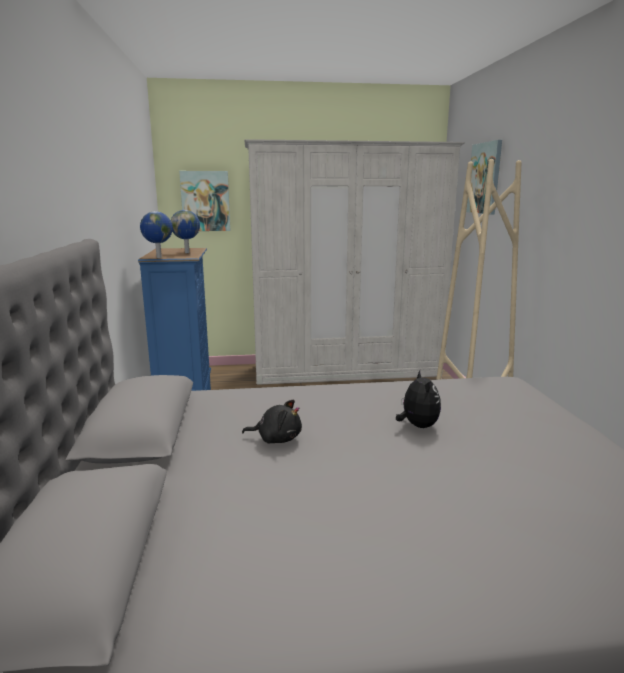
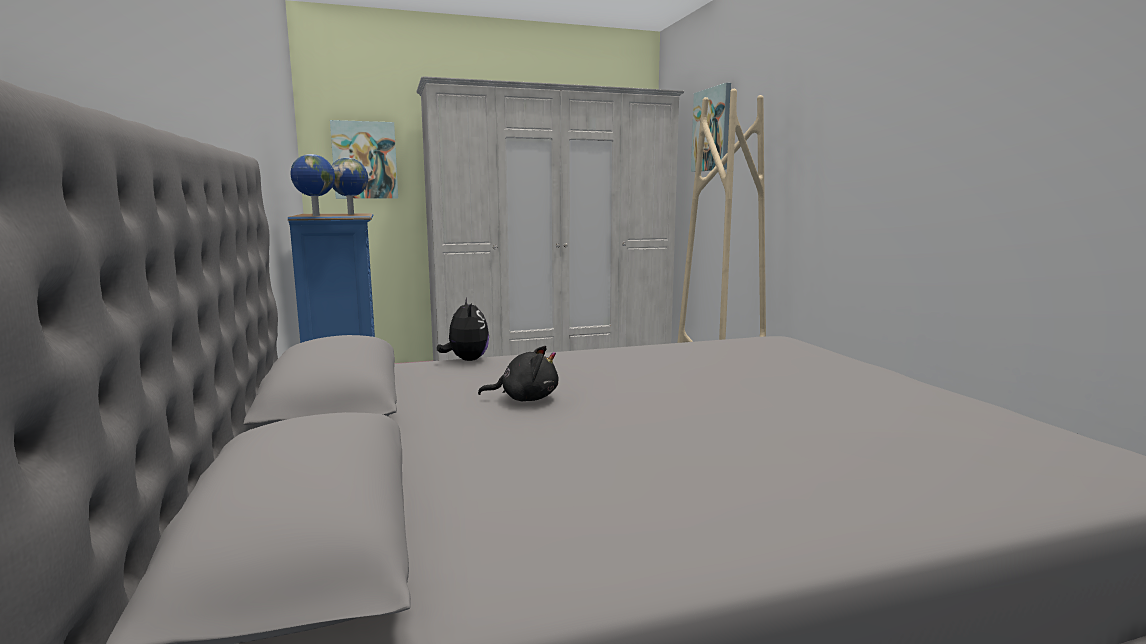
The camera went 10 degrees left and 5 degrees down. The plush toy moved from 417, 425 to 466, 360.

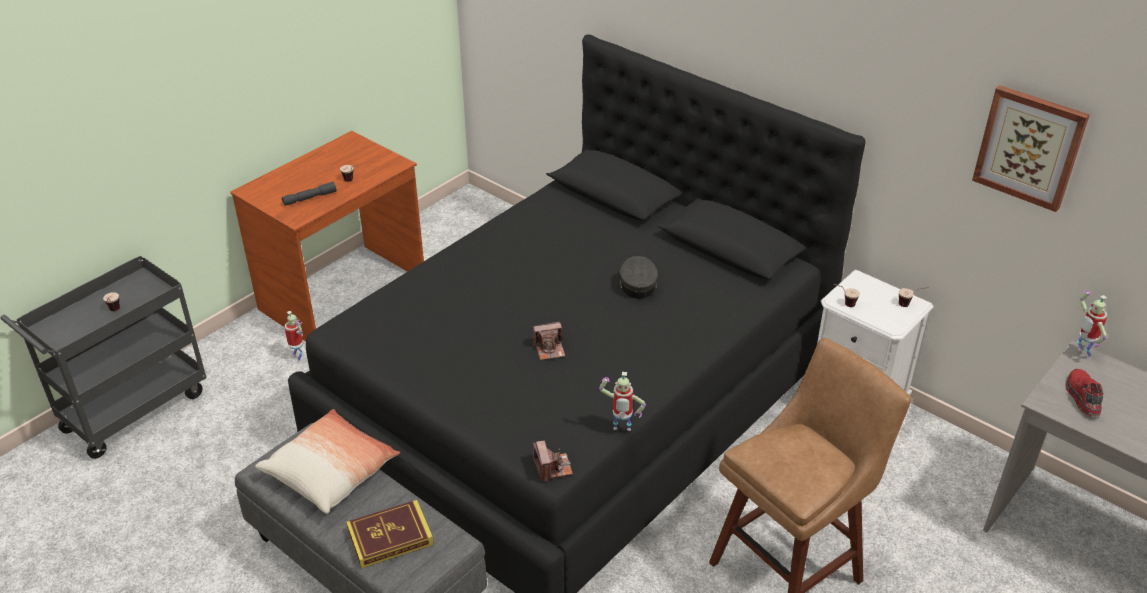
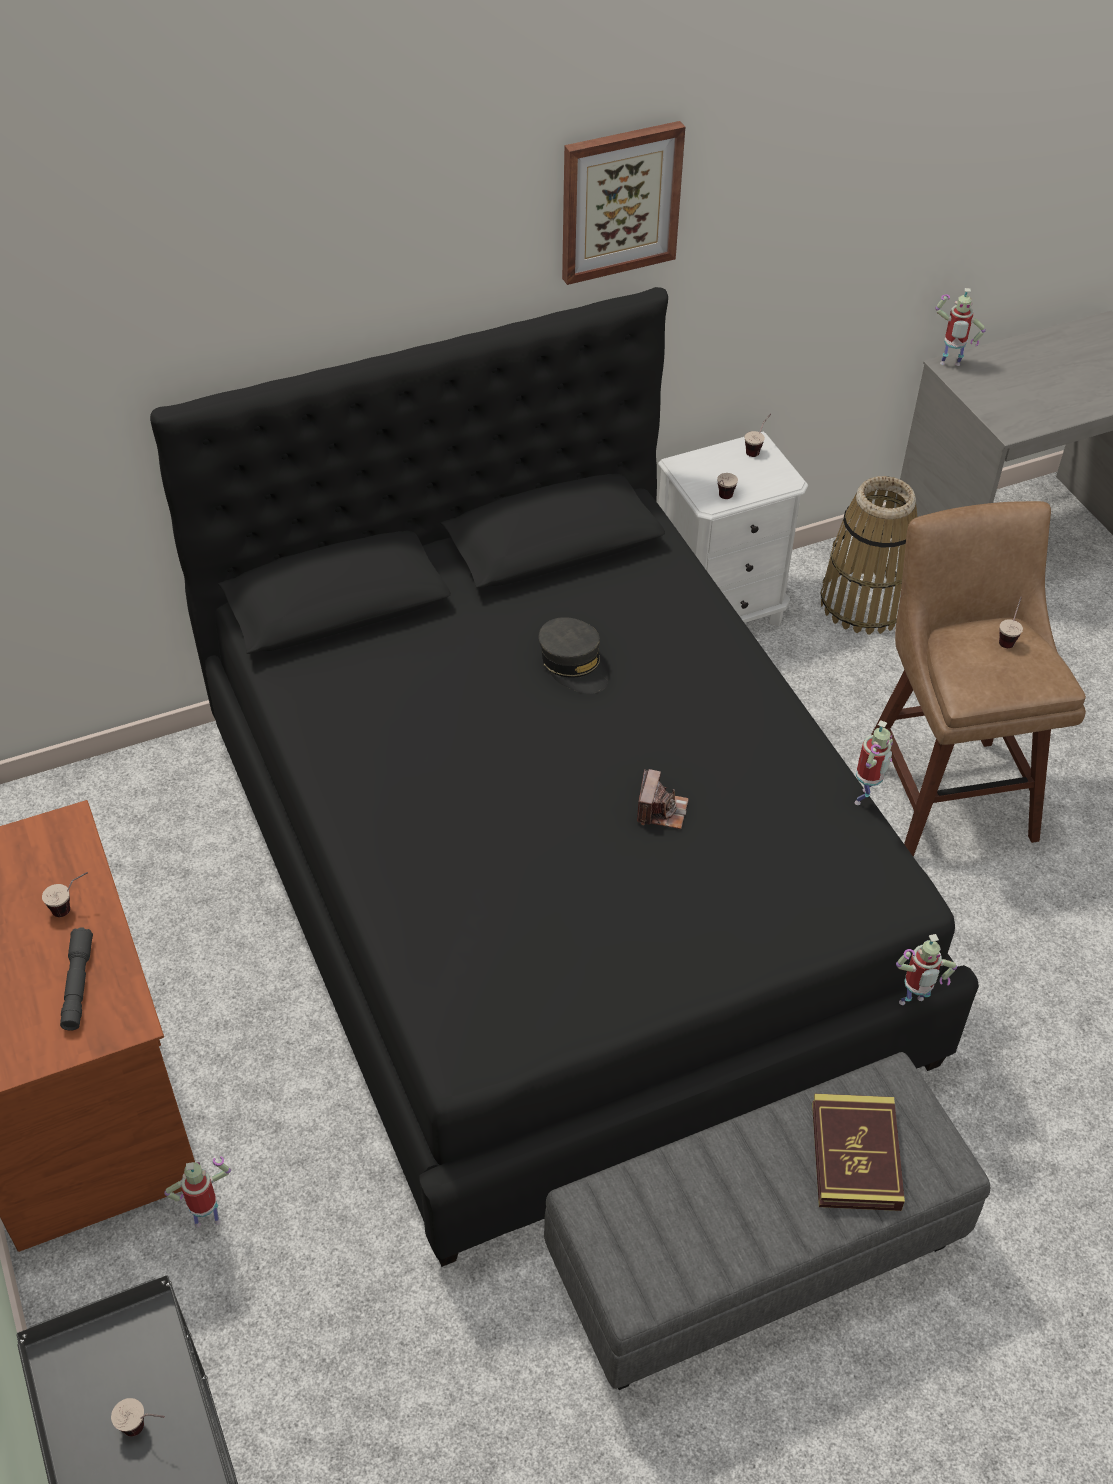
The camera went 65 degrees left and 10 degrees up. The pillow at 331, 472 disappeared. The photo camera at 552, 467 disappeared. The red shoe at 1081, 397 disappeared. The basket at 863, 603 appeared. The toy robot at 912, 1004 appeared. The cup at 1008, 637 appeared. The picture moved from 1030, 147 to 619, 201. The grey cap at 637, 284 turned 150 degrees counterclockwise.

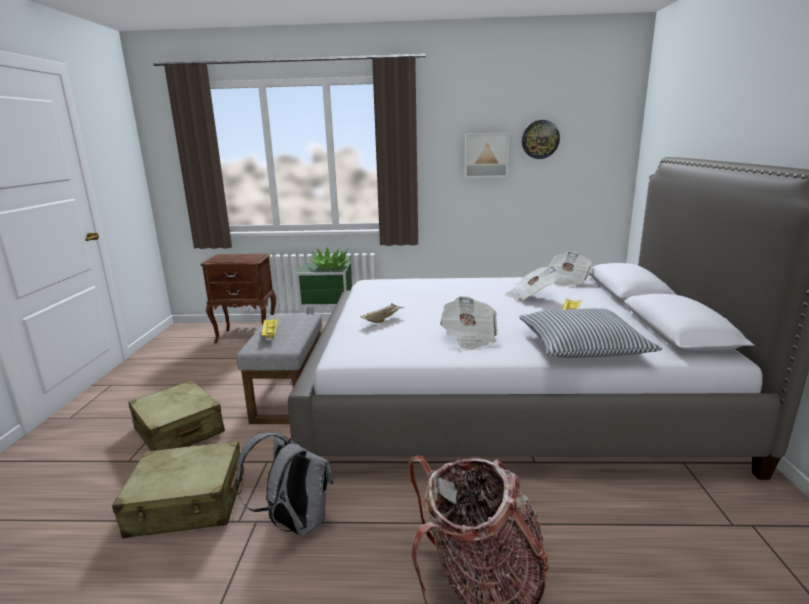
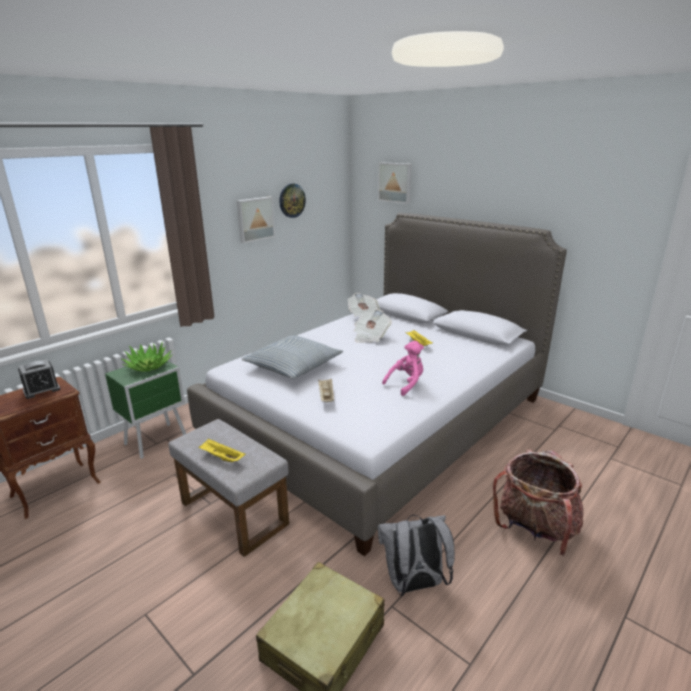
The camera went 50 degrees left and 5 degrees up. The beige suitcase at 179, 431 disappeared. The alarm clock at 41, 390 appeared. The picture at 395, 182 appeared. The pillow moved from 581, 346 to 293, 365. The newspaper at 469, 338 was replaced by the pink plush toy at 406, 384.

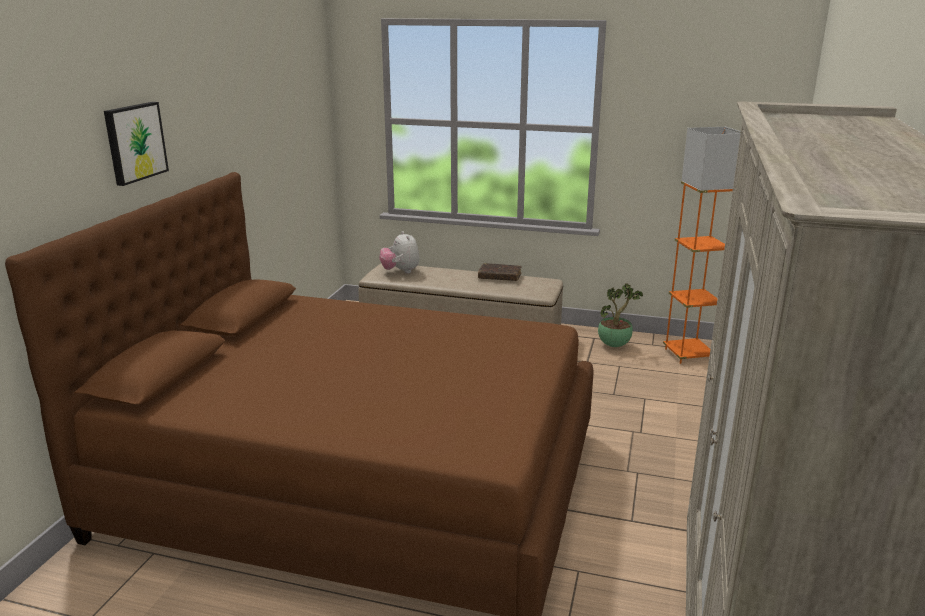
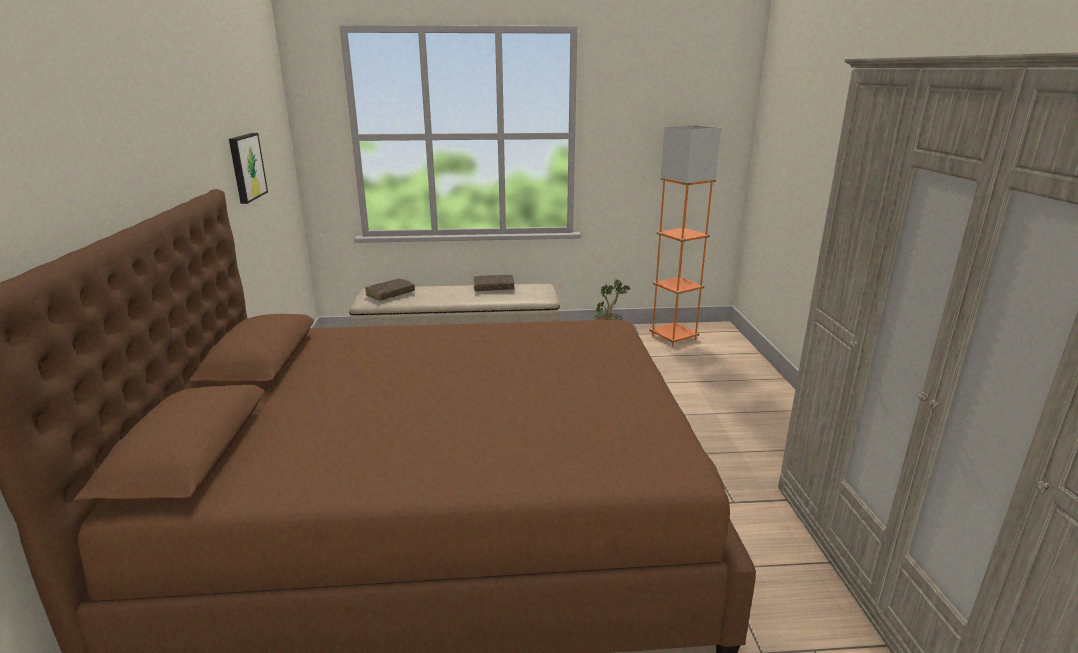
The camera went 20 degrees left and 0 degrees up. The picture moved from 134, 142 to 246, 167. The plush toy at 401, 271 was replaced by the brown book at 390, 294.

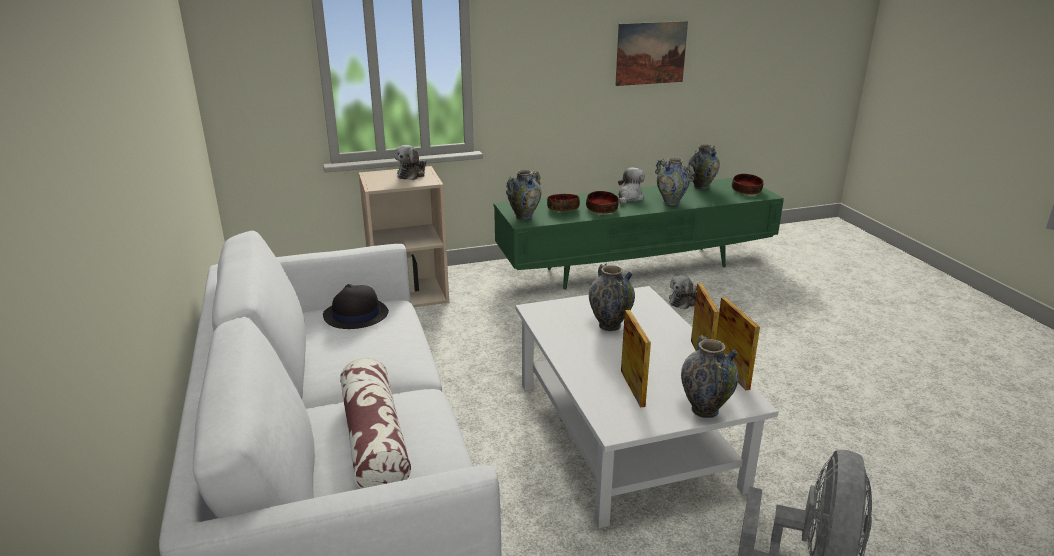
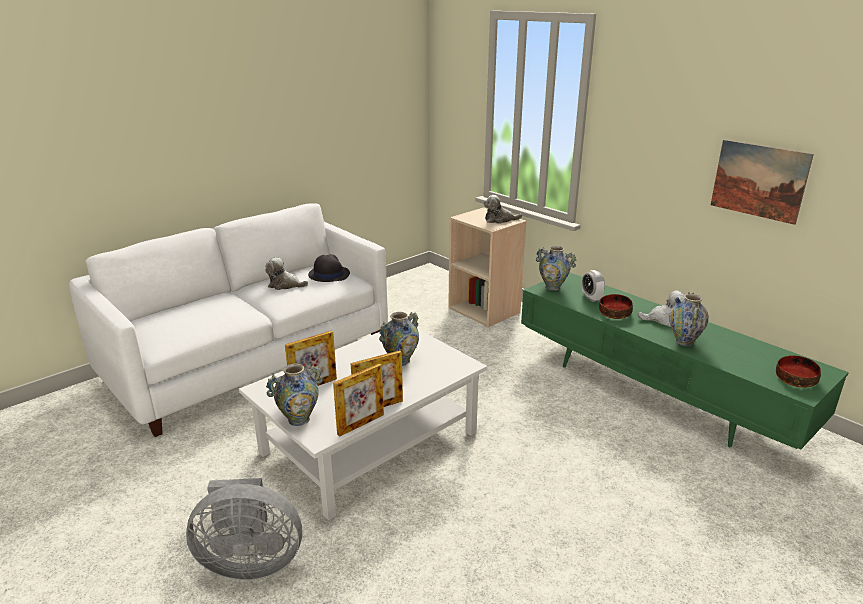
The camera went 65 degrees right and 0 degrees up. The pillow at 374, 439 disappeared. The vase at 701, 187 disappeared. The plush toy moved from 683, 301 to 285, 285. The bowl at 563, 209 was replaced by the alarm clock at 591, 298.

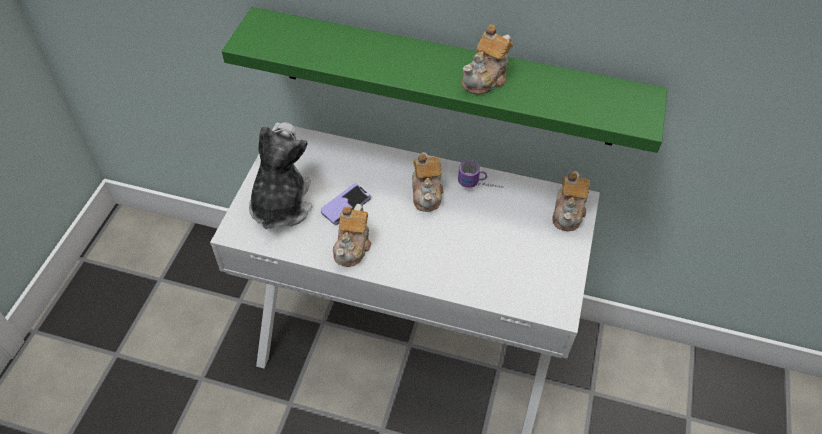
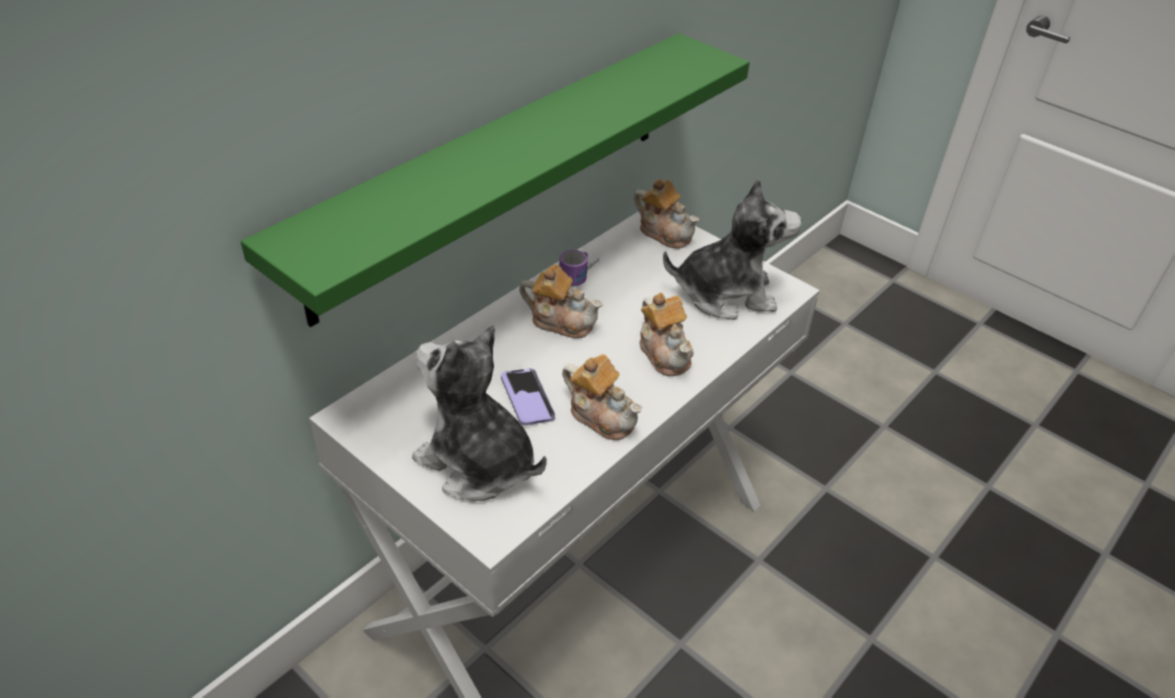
The camera went 65 degrees left and 10 degrees down. The plush toy at 725, 293 appeared. The teapot moved from 486, 78 to 665, 352.

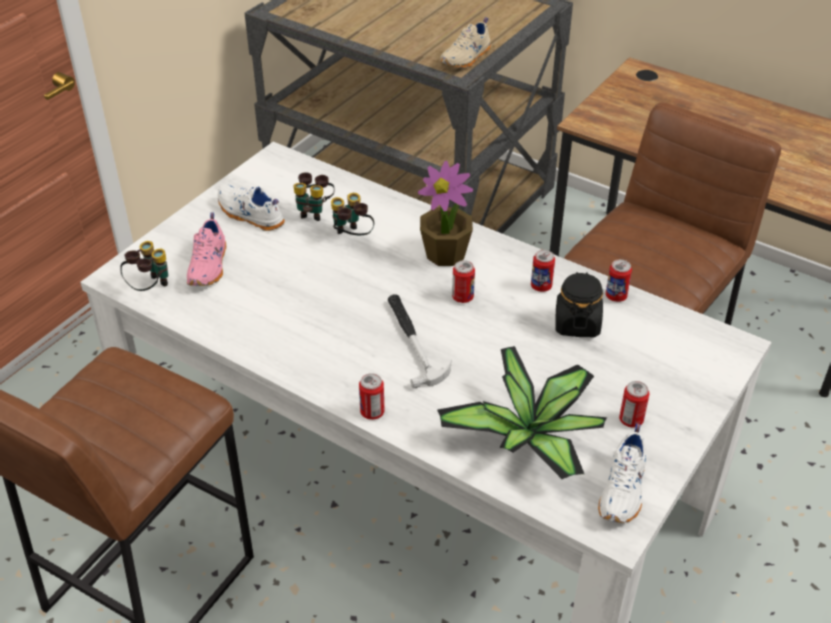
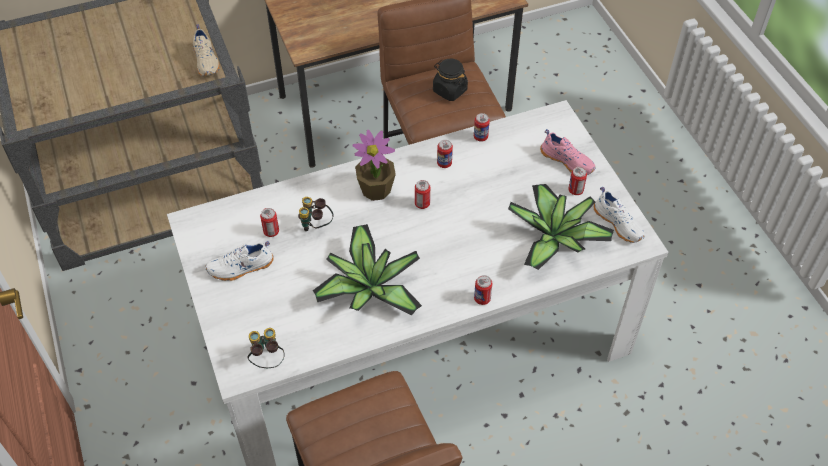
The camera went 55 degrees left and 10 degrees up. The hammer at 414, 341 disappeared. The potted plant at 368, 289 appeared. The pink shoe moved from 209, 266 to 568, 160. The black jar moved from 577, 324 to 449, 90. The binoculars at 314, 212 was replaced by the can at 271, 231.

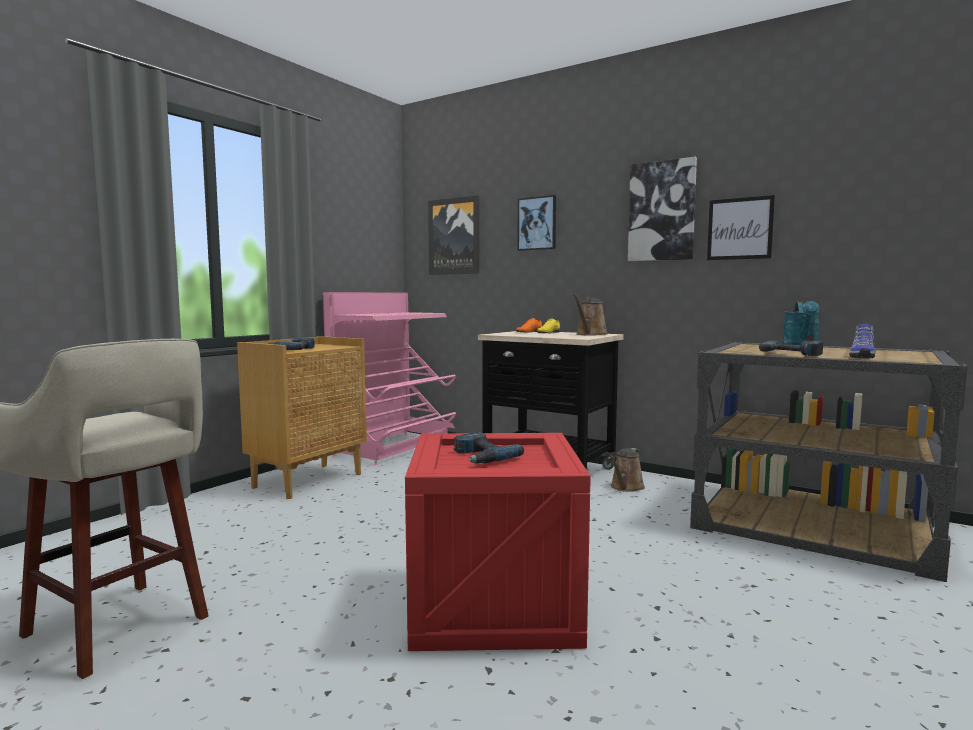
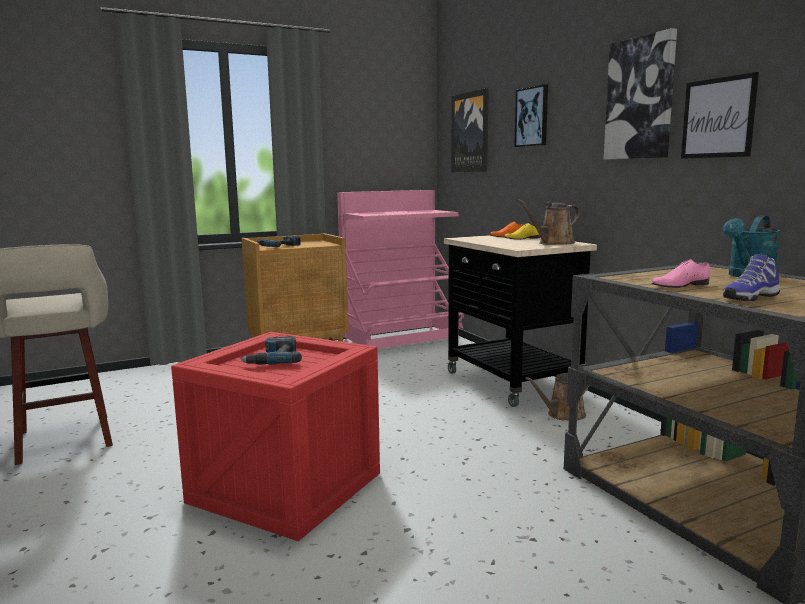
The camera went 30 degrees right and 5 degrees up. The power drill at 791, 353 was replaced by the pink shoe at 679, 285.

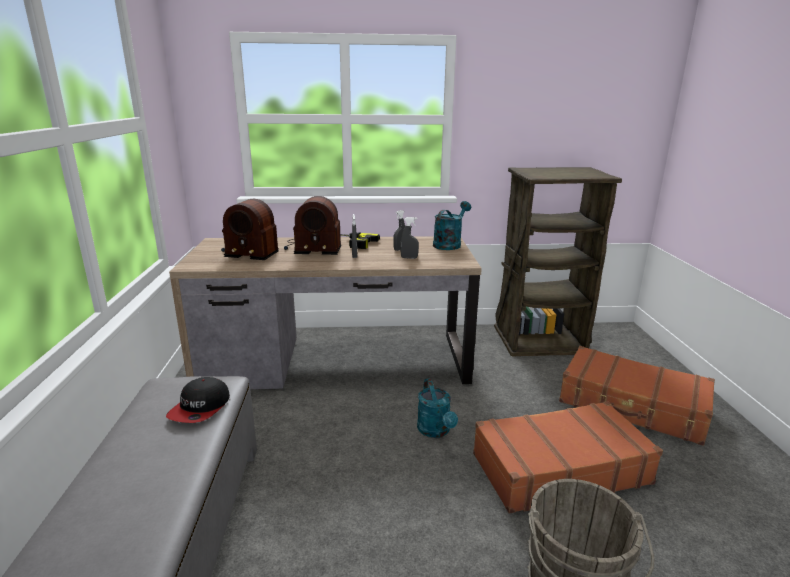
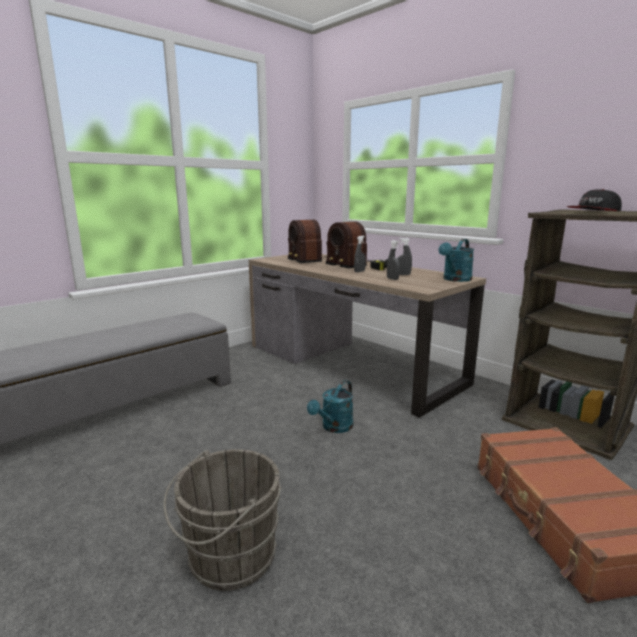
The camera went 50 degrees right and 5 degrees down. The brown suitcase at 559, 468 disappeared. The cap moved from 200, 408 to 594, 211. The turquoise watering can at 449, 244 turned 135 degrees clockwise.

